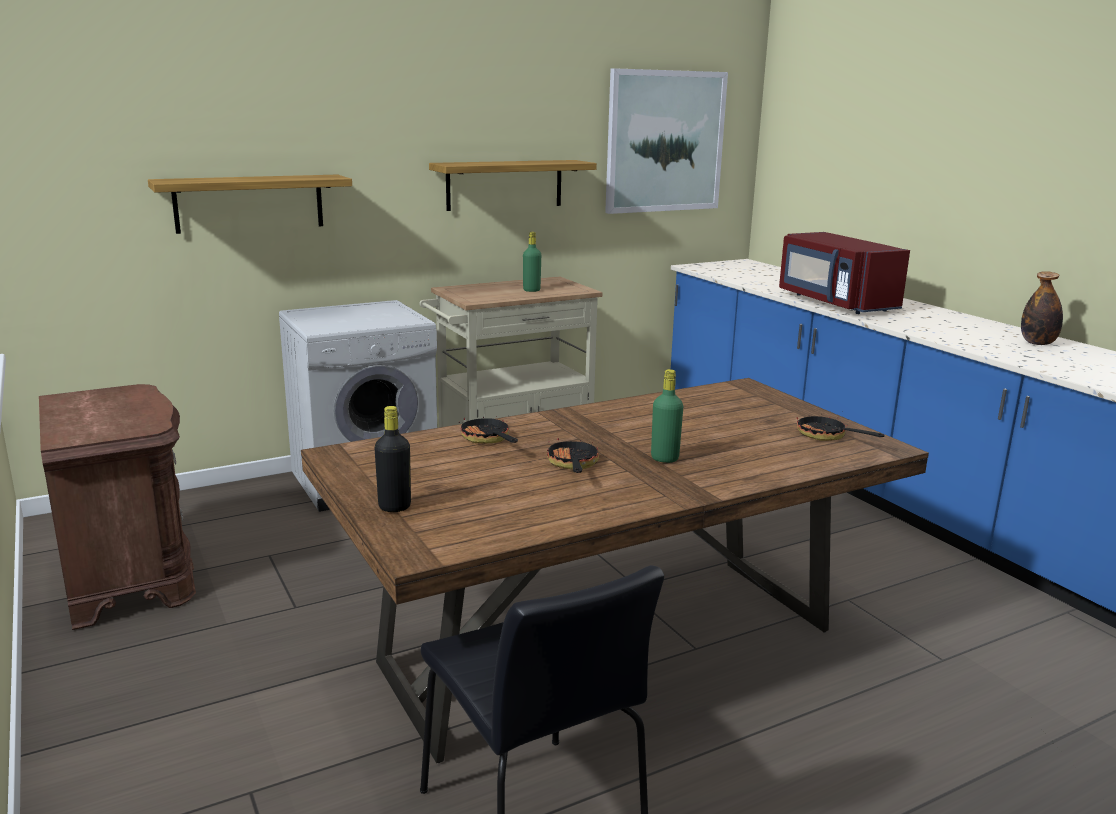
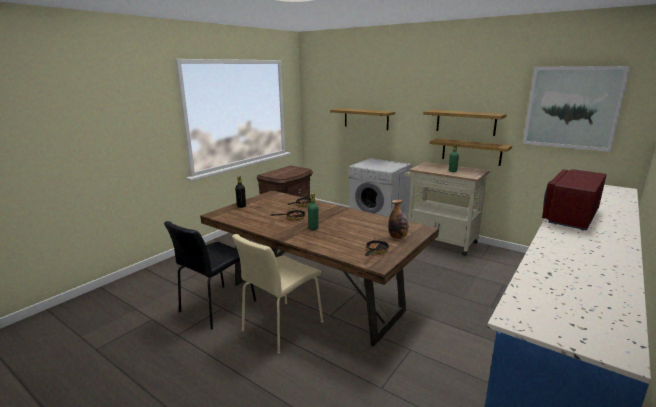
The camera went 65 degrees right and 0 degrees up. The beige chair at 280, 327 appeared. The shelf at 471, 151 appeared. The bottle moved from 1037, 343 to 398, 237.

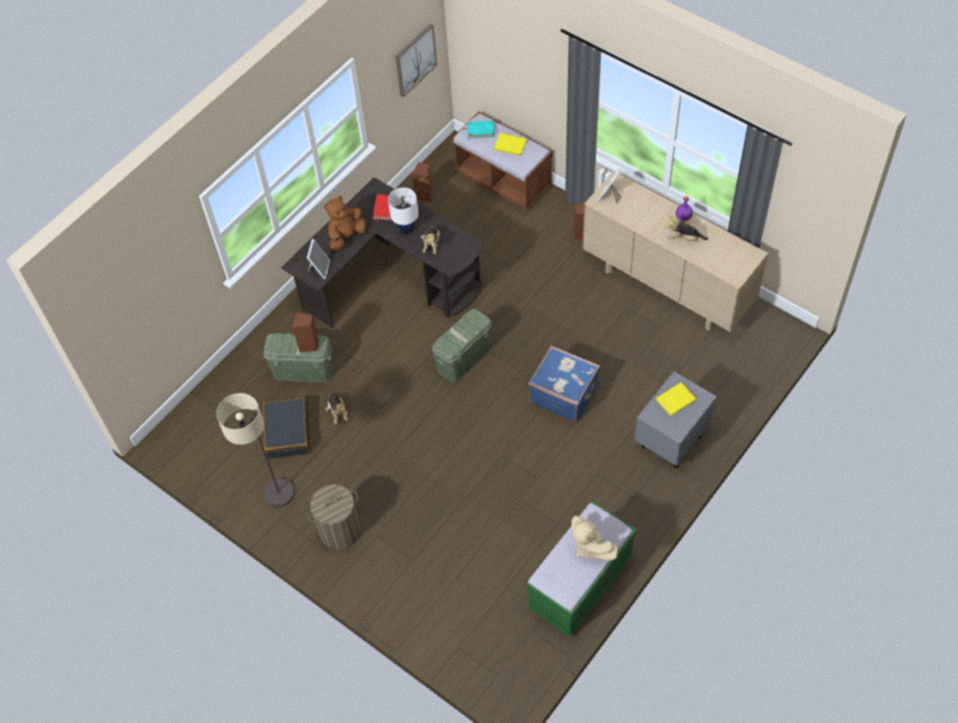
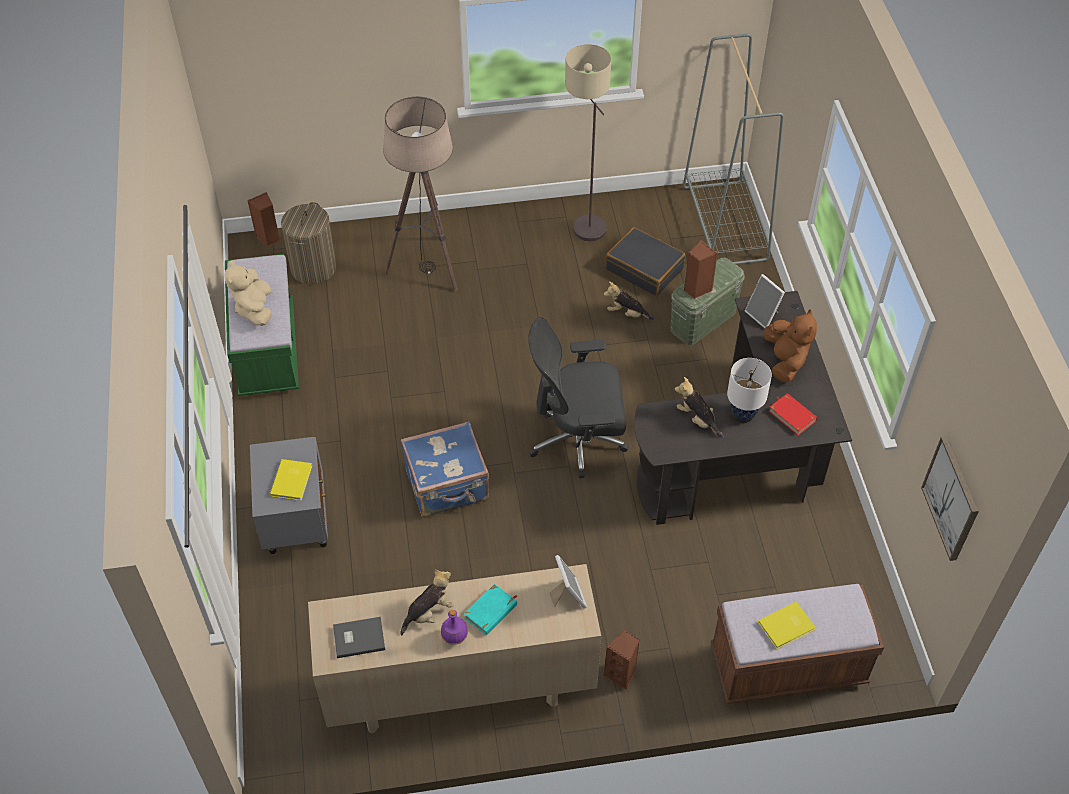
The camera went 130 degrees right and 5 degrees down. The grey book at 358, 637 appeared. The floor lamp at 428, 266 appeared. The grey clothes rack at 725, 223 appeared. The laundry basket moved from 340, 531 to 313, 268. The brown speaker moved from 425, 195 to 269, 238. The turquoise book moved from 480, 131 to 491, 611. The green storage box at 464, 359 was replaced by the office chair at 578, 441. The beige plush toy at 590, 546 turned 105 degrees counterclockwise.

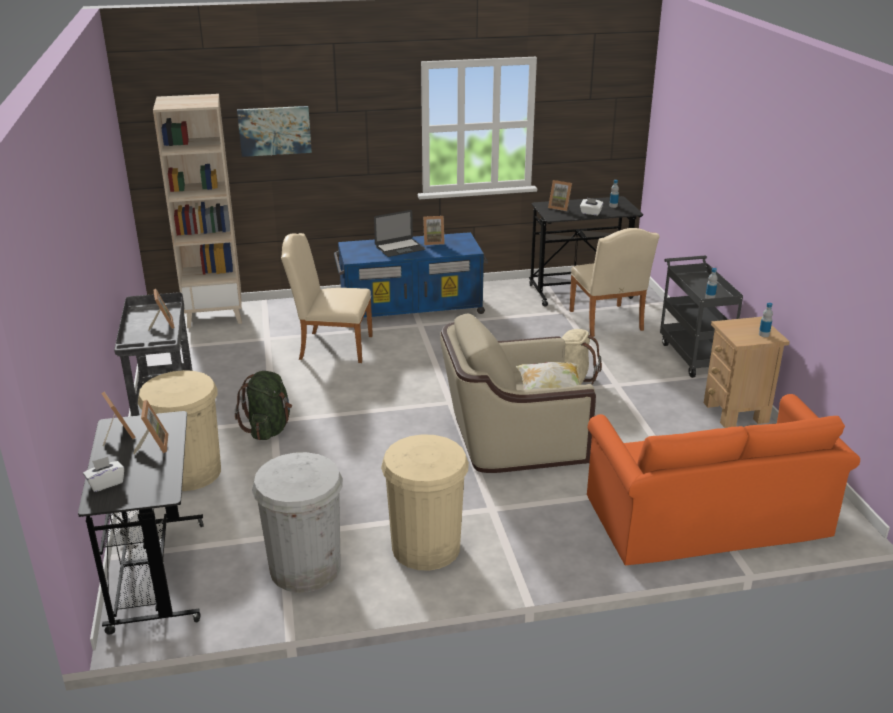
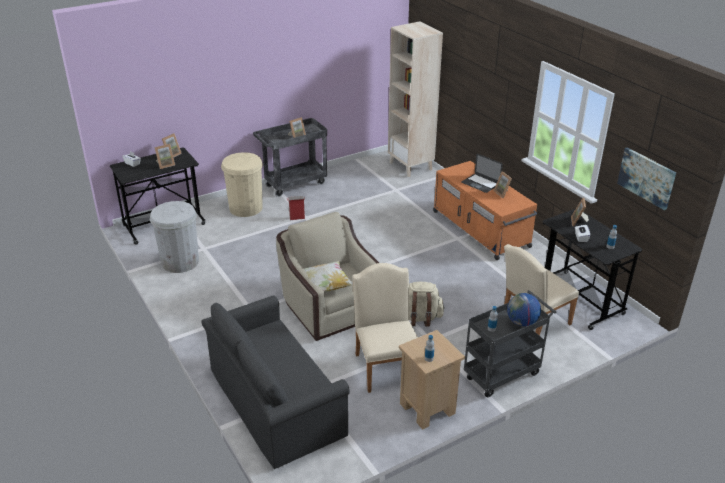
The camera went 70 degrees right and 5 degrees up. The beige trash can at 426, 547 disappeared. The globe at 521, 322 appeared. The picture moved from 274, 130 to 646, 177. The beige chair moved from 330, 346 to 385, 365. The green backpack at 269, 429 was replaced by the cardboard box at 296, 218. The blue cabinet at 412, 307 became the orange cabinet at 480, 229. The orange sofa at 706, 517 became the grey sofa at 276, 403.

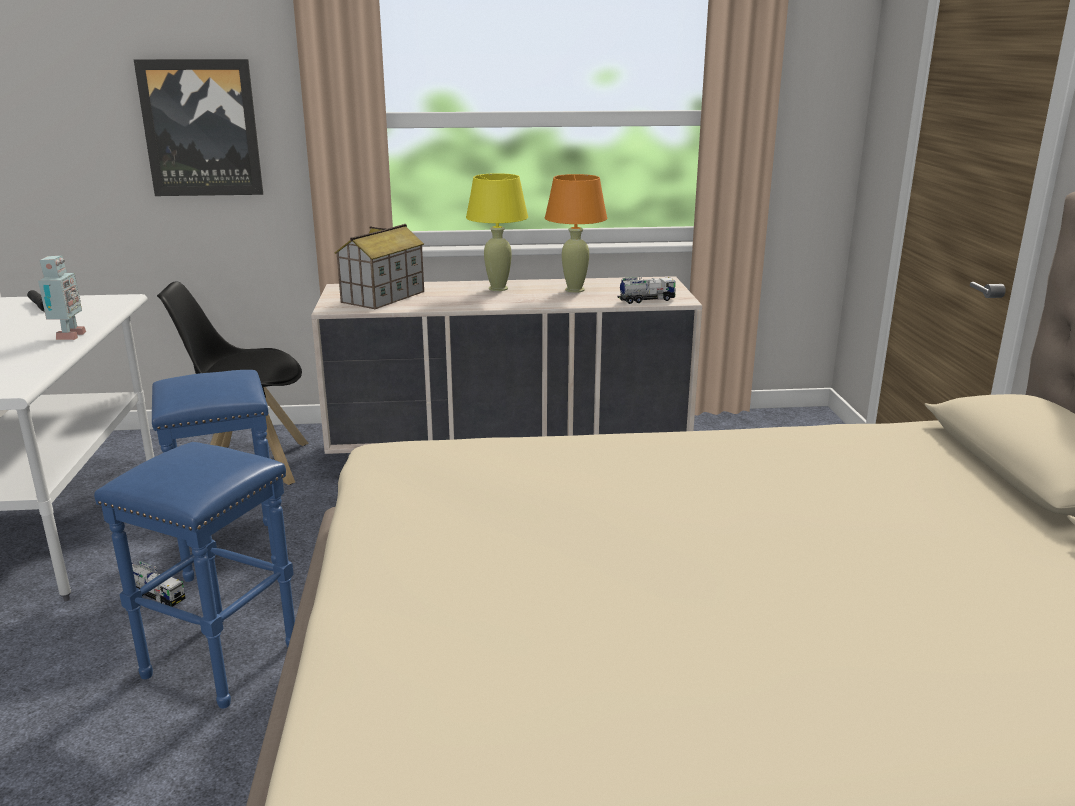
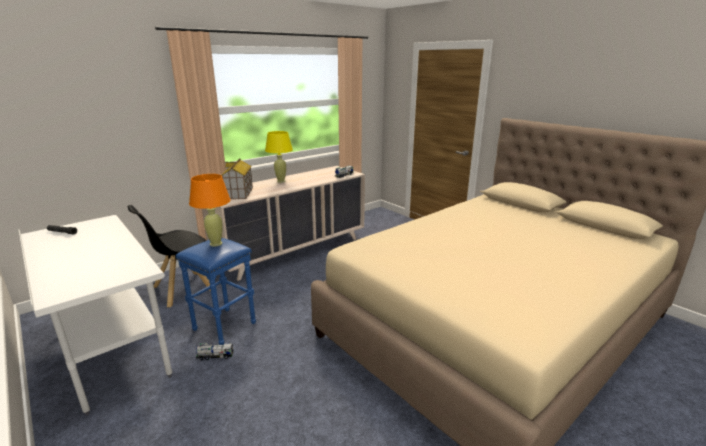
The camera went 35 degrees left and 0 degrees up. The toy robot at 68, 336 disappeared. The blue stool at 221, 658 disappeared. The picture at 201, 128 disappeared. The orange table lamp moved from 575, 290 to 216, 243.

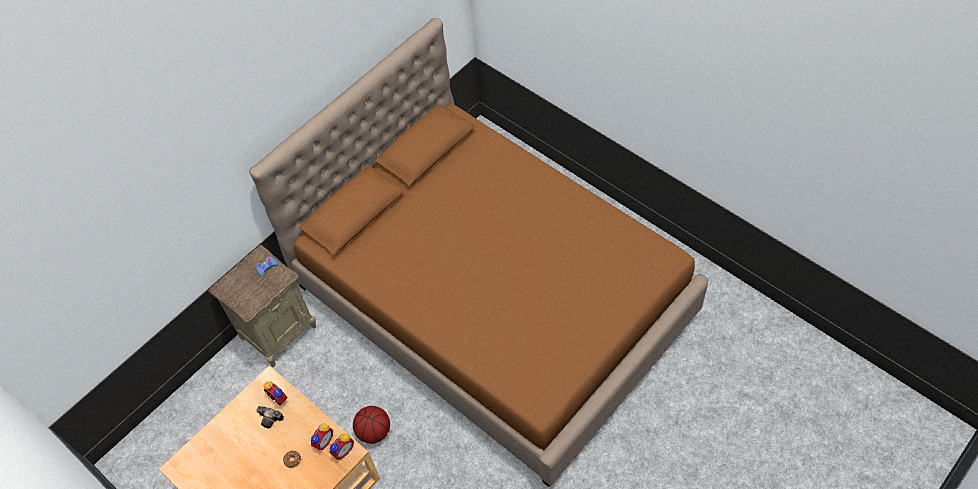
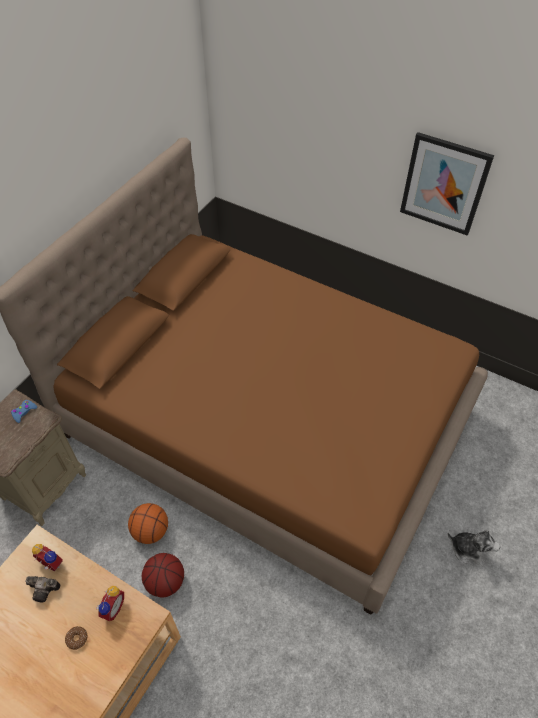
The camera went 15 degrees left and 5 degrees down. The alarm clock at 342, 450 disappeared. The basketball at 151, 531 appeared. The picture at 444, 184 appeared. The plush toy at 468, 550 appeared.

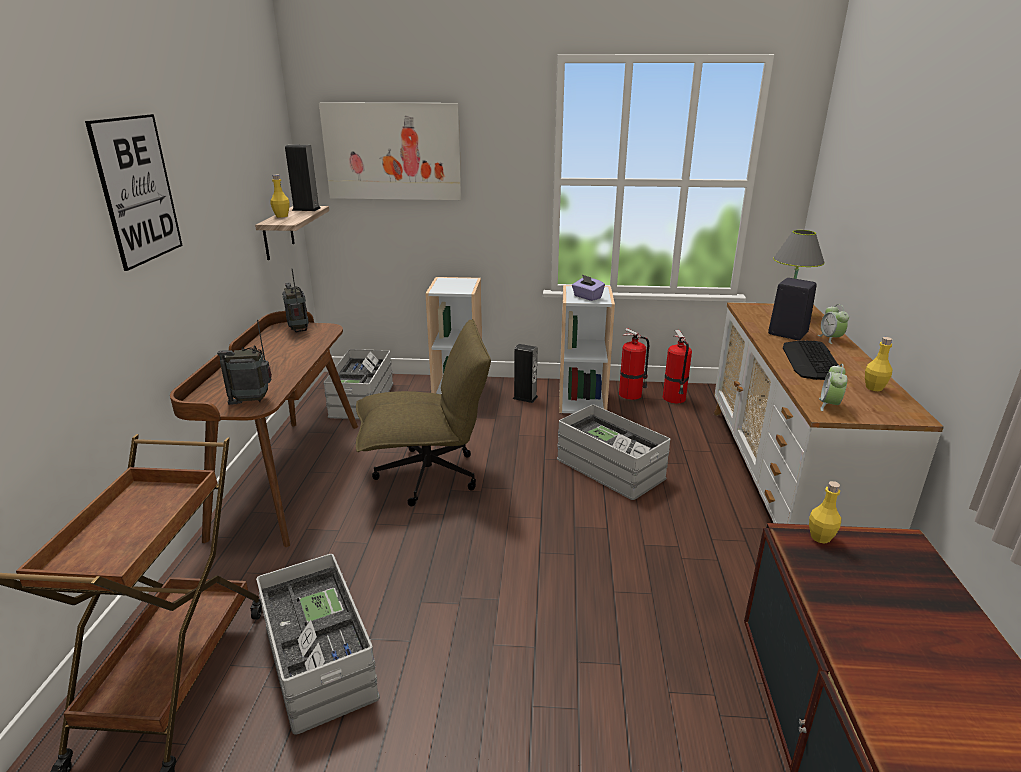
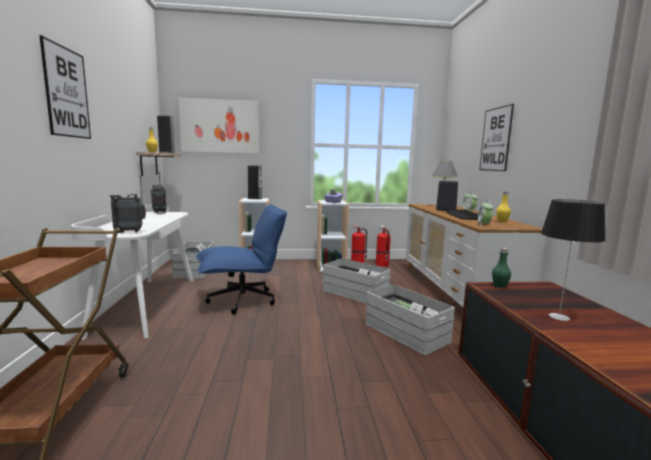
The camera went 10 degrees left and 15 degrees down. The picture at 495, 139 appeared. The table lamp at 558, 316 appeared. The grey storage box moved from 321, 659 to 407, 332. The speaker moved from 525, 397 to 254, 198. The brown desk at 288, 476 became the white desk at 146, 304. The beige office chair at 426, 475 became the blue office chair at 241, 300. The yellow bottle at 820, 537 became the green bottle at 499, 285.

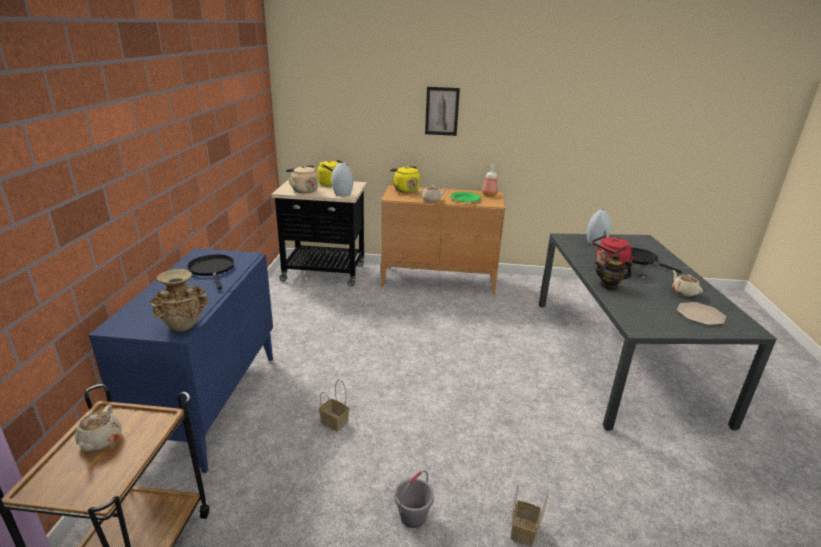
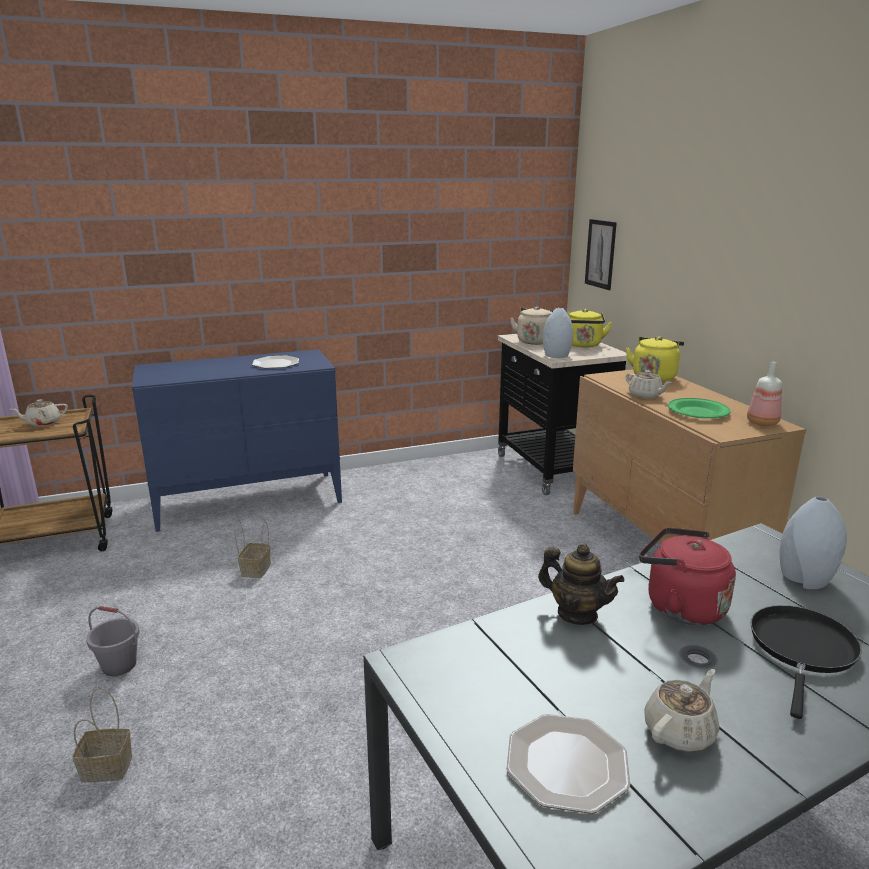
The camera went 65 degrees right and 5 degrees down. The beige vase at 184, 326 disappeared. The picture moved from 442, 111 to 600, 254. The black frying pan at 212, 269 was replaced by the plate at 276, 363. The teapot at 609, 286 turned 150 degrees clockwise.

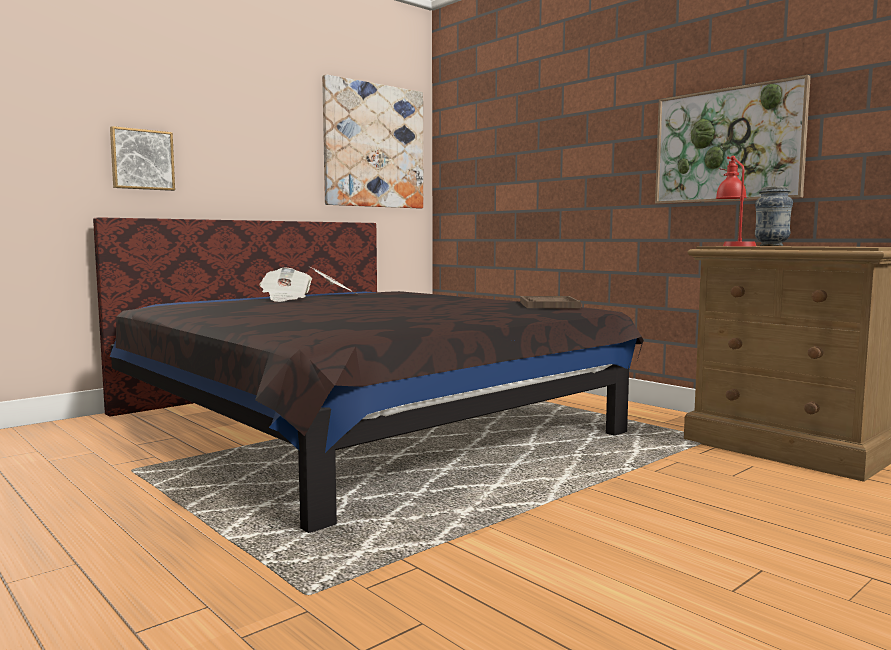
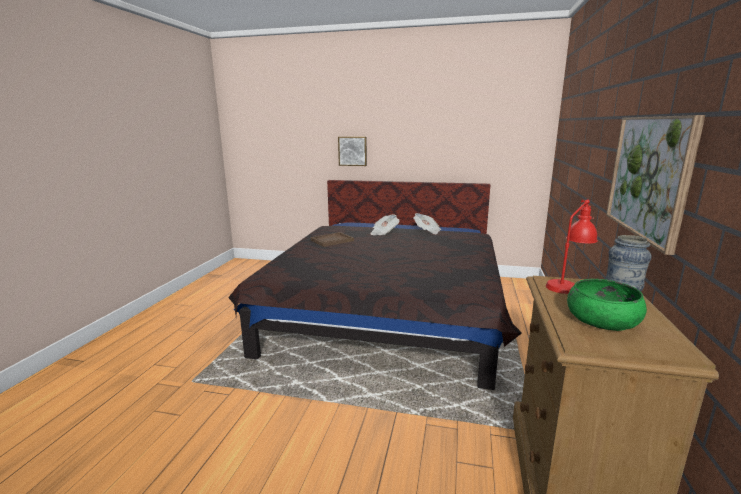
The camera went 55 degrees right and 10 degrees up. The picture at 374, 146 disappeared. The green bowl at 602, 320 appeared. The brown tray moved from 549, 305 to 332, 240.

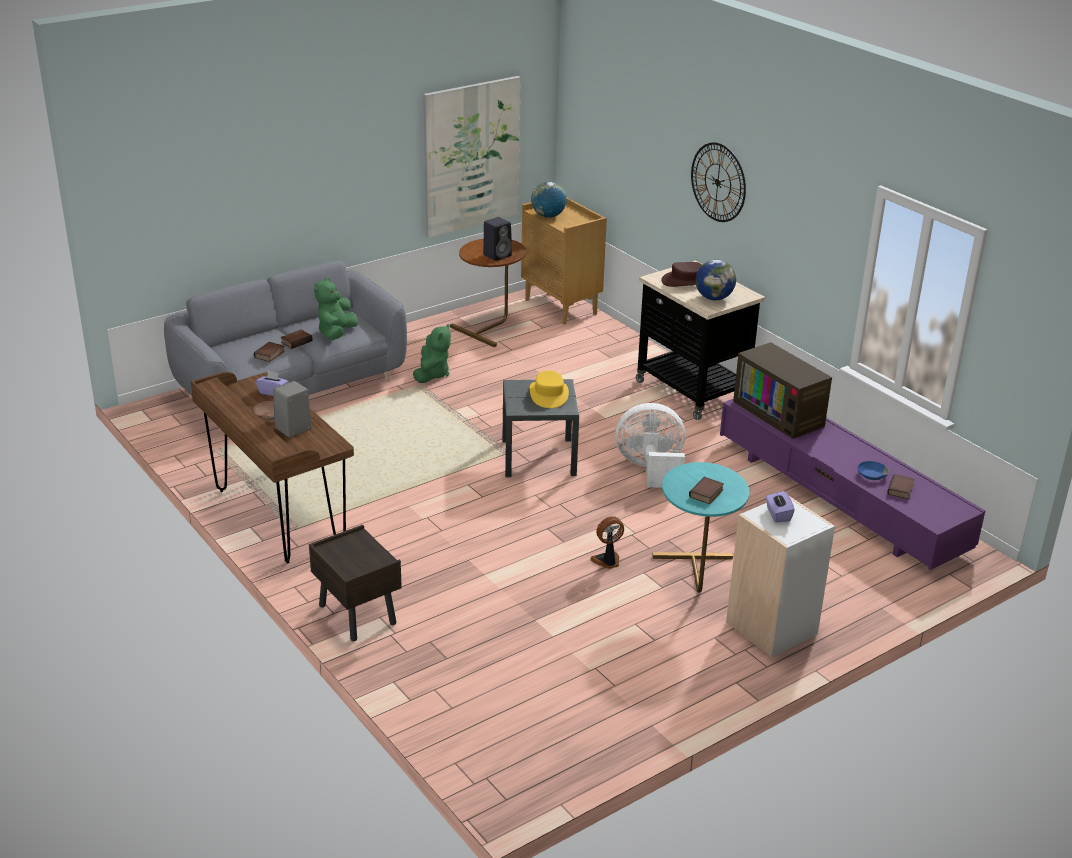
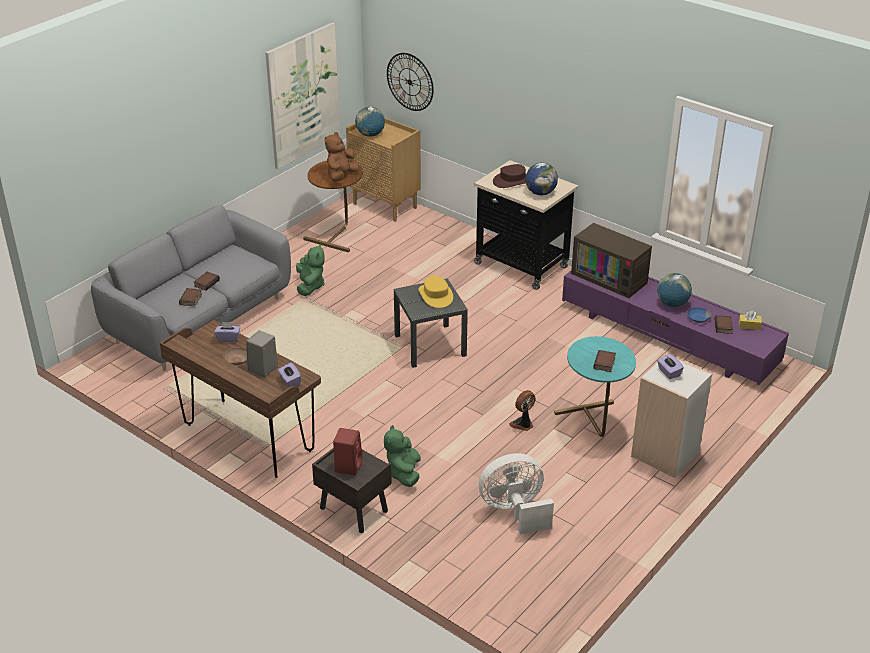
The camera went 15 degrees left and 5 degrees up. The purple tissue box at 290, 381 appeared. The red speaker at 348, 465 appeared. The globe at 672, 304 appeared. The yellow tissue box at 749, 326 appeared. The green plush toy moved from 336, 333 to 404, 473. The white fan moved from 651, 469 to 515, 511. The wall clock moved from 718, 182 to 410, 82. The black speaker at 497, 255 was replaced by the brown plush toy at 341, 176.

